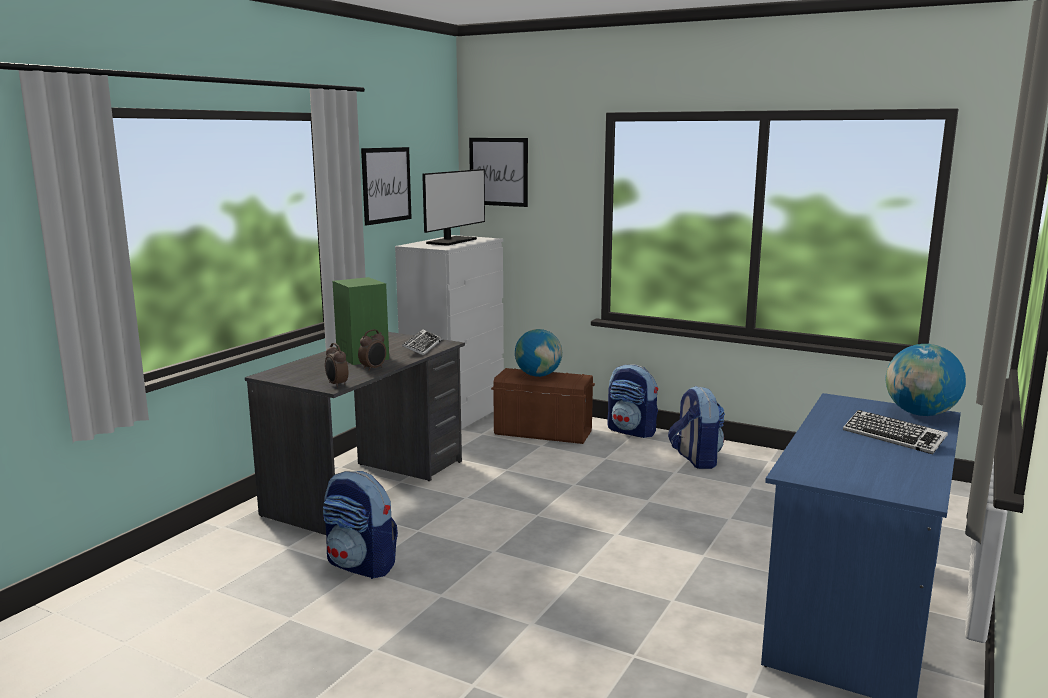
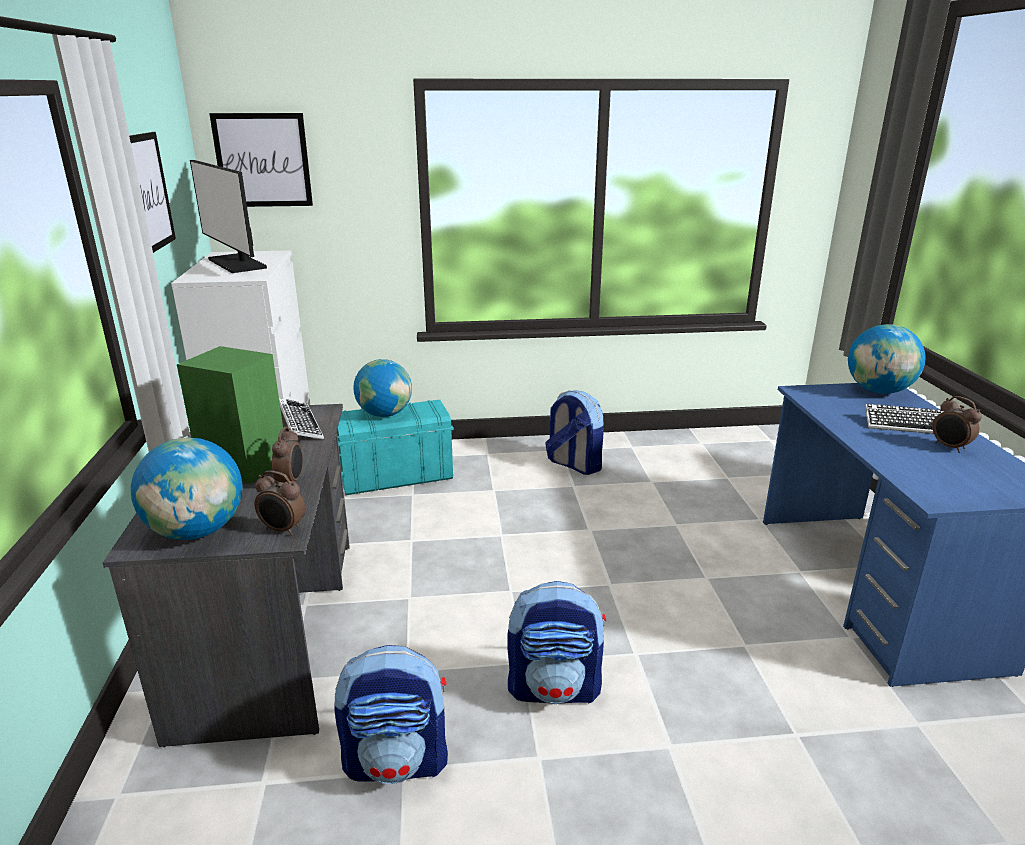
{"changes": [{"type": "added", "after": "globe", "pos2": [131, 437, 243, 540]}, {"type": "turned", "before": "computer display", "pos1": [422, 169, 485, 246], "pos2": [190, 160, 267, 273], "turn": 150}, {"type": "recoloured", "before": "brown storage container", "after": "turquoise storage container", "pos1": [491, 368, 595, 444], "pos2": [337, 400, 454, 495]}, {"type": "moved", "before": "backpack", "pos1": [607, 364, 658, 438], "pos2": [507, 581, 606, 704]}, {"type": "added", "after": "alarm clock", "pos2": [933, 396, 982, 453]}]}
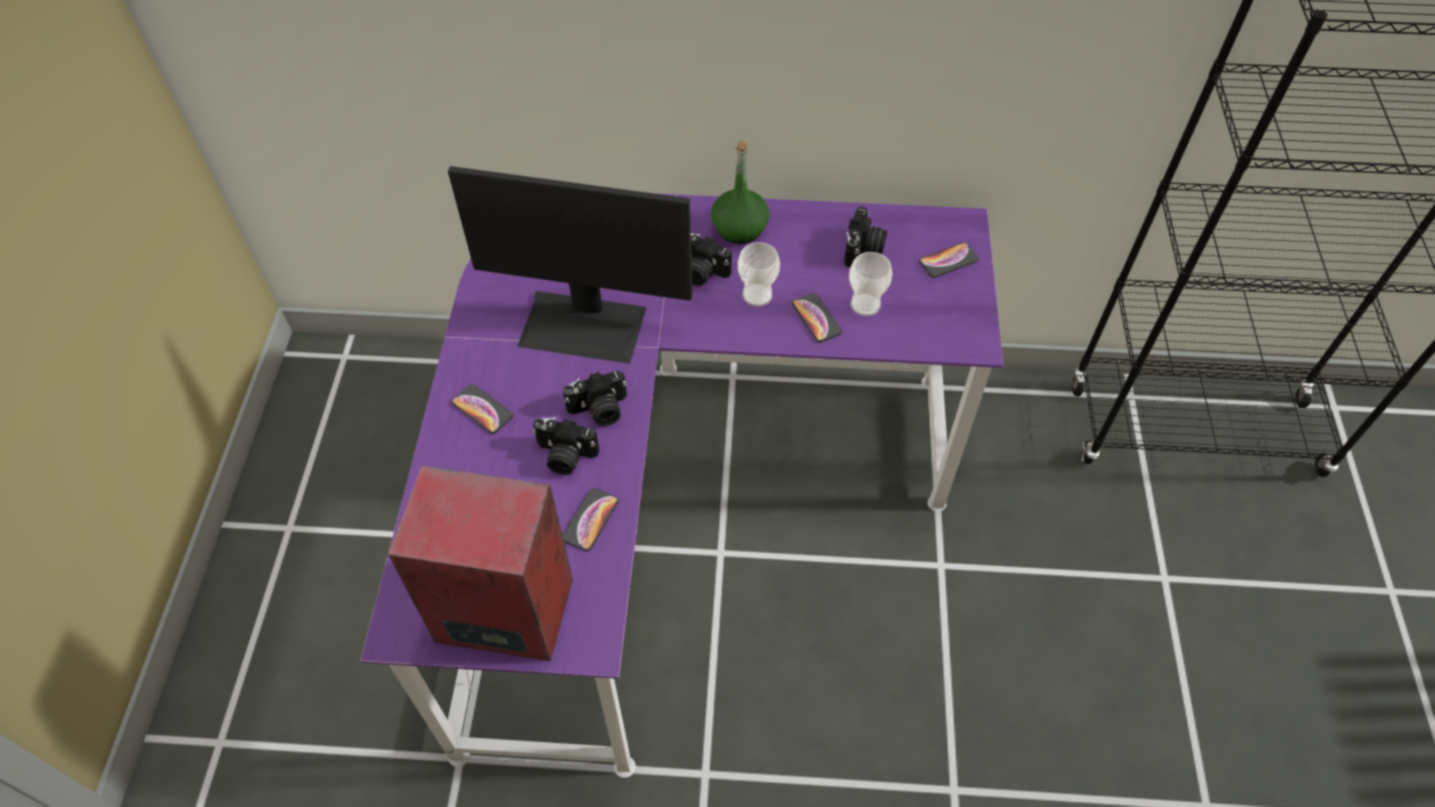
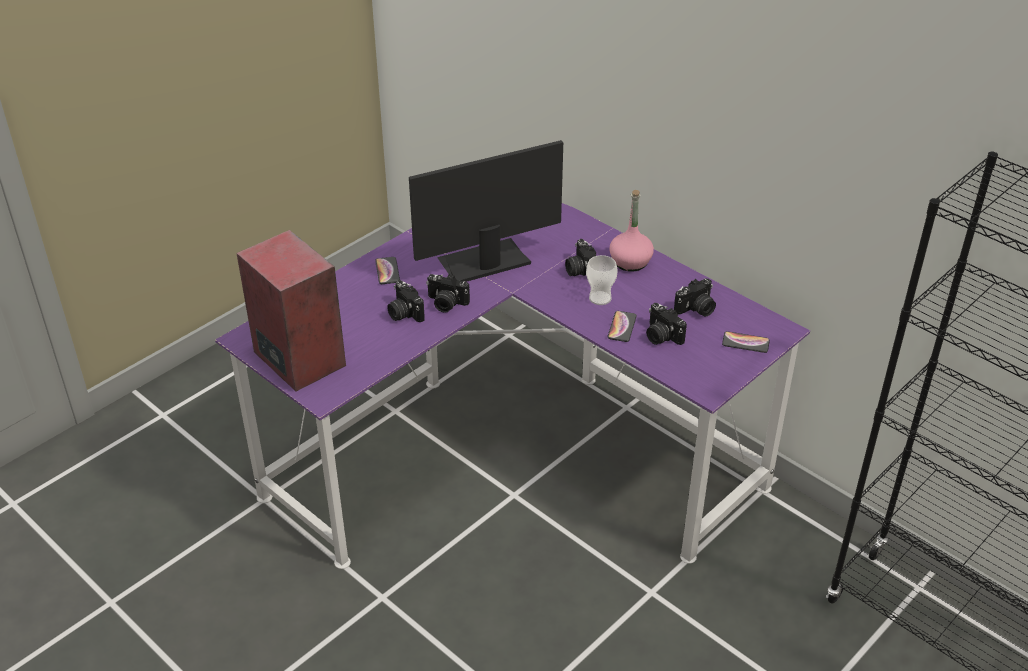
{"changes": [{"type": "turned", "before": "computer display", "pos1": [448, 166, 692, 364], "pos2": [409, 140, 563, 282], "turn": 105}, {"type": "recoloured", "before": "green-coloured drink bottle", "after": "pink drink bottle", "pos1": [711, 141, 770, 244], "pos2": [609, 190, 654, 272]}, {"type": "replaced", "before": "small cup", "after": "photo camera", "pos1": [849, 252, 892, 316], "pos2": [646, 303, 687, 345]}, {"type": "removed", "before": "phone", "pos1": [562, 488, 619, 551]}]}
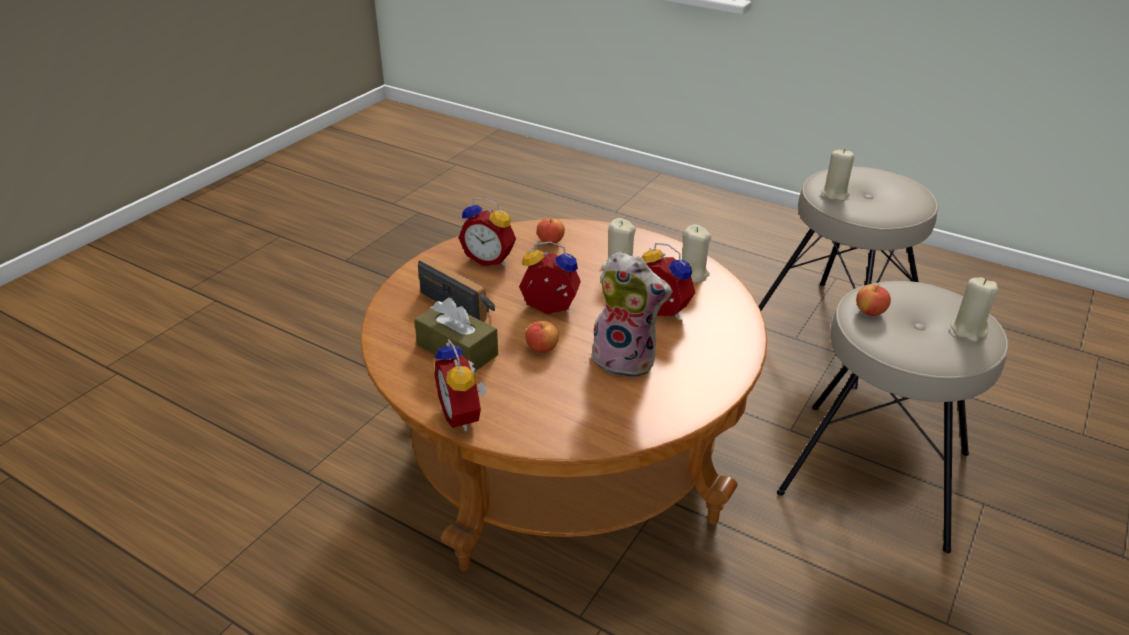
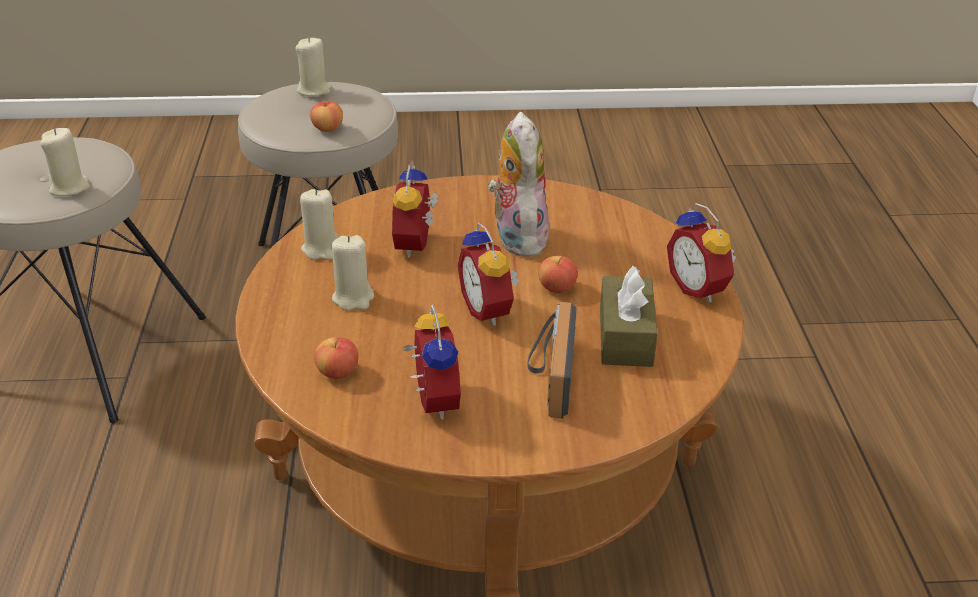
{"changes": [{"type": "turned", "before": "alarm clock", "pos1": [434, 339, 487, 431], "pos2": [667, 203, 736, 303], "turn": 120}]}
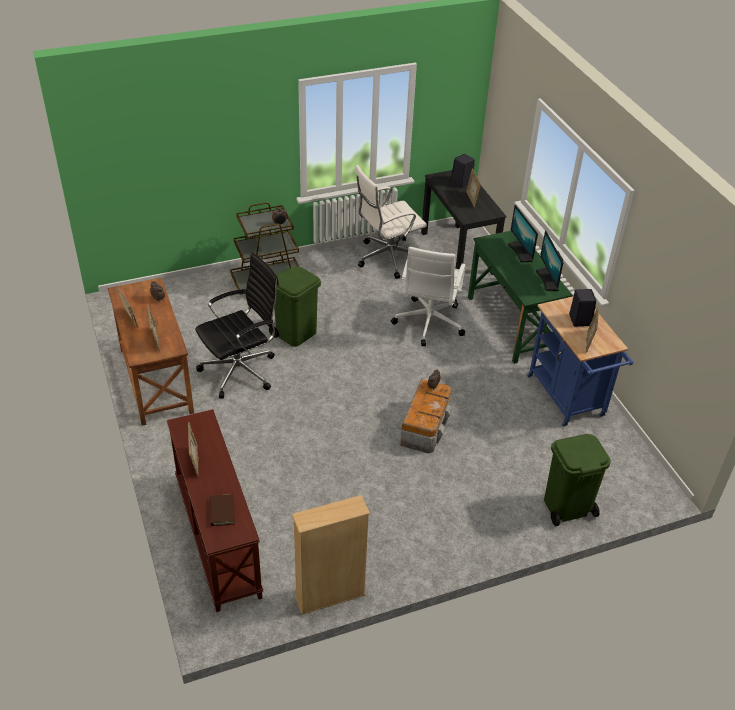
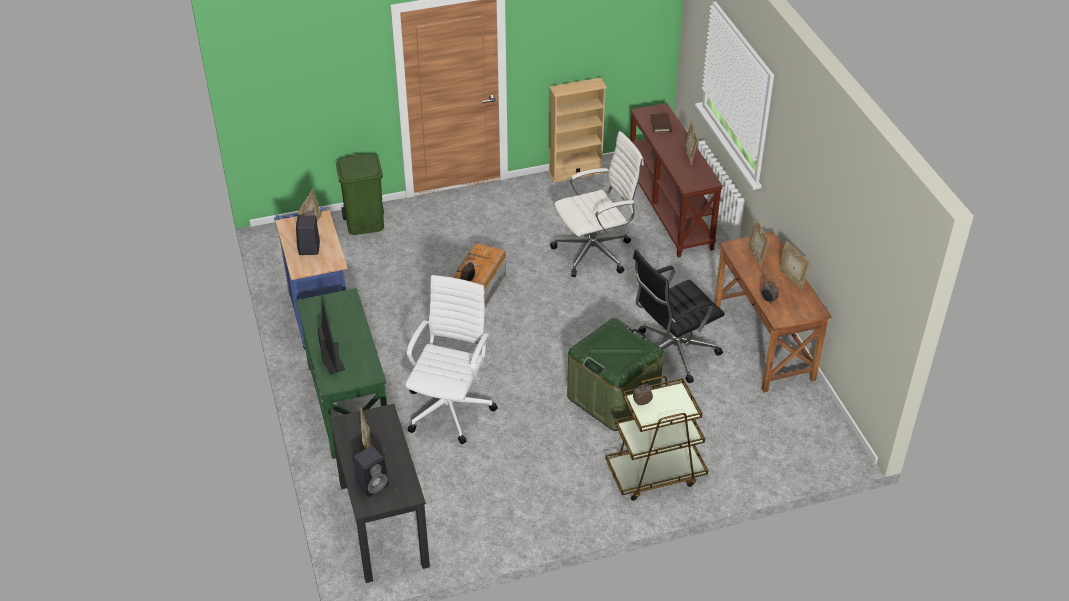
{"changes": [{"type": "moved", "before": "white-coloured desk chair", "pos1": [355, 165, 427, 279], "pos2": [550, 131, 644, 277]}, {"type": "replaced", "before": "green-coloured rubbish bin", "after": "green-coloured storage container", "pos1": [269, 266, 321, 347], "pos2": [567, 318, 664, 431]}, {"type": "removed", "before": "computer display", "pos1": [536, 231, 563, 291]}]}
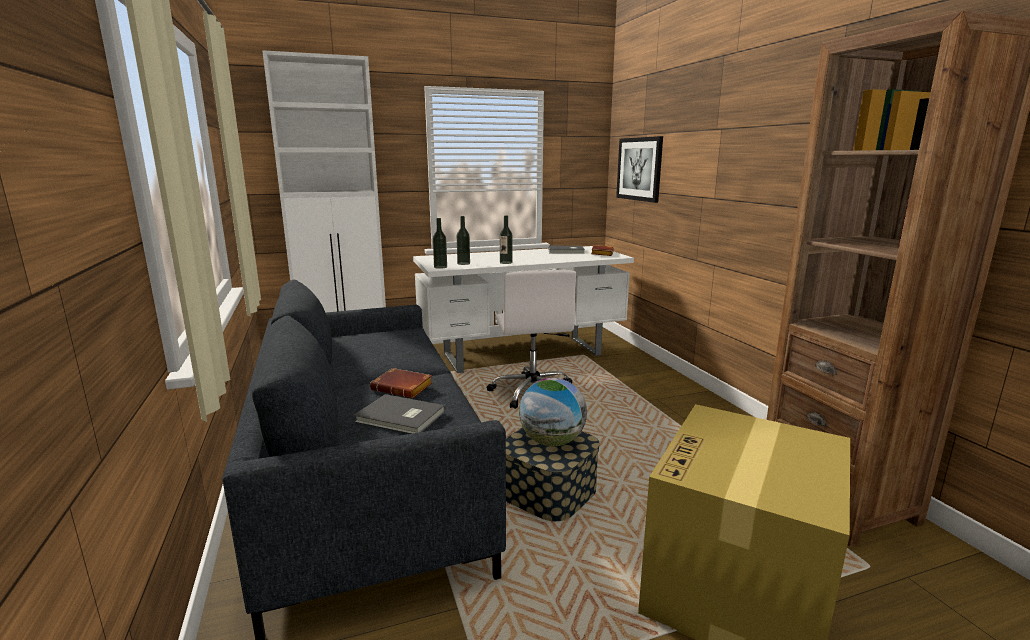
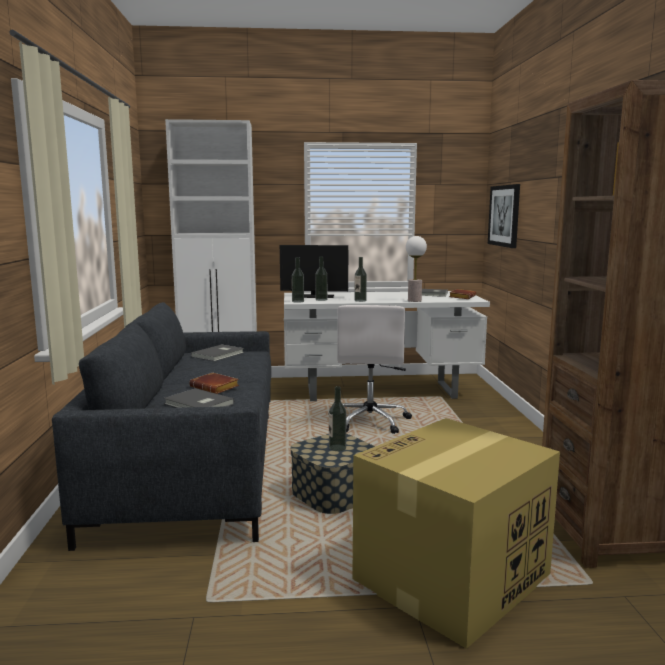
{"changes": [{"type": "added", "after": "greyish bound book", "pos2": [191, 344, 244, 361]}, {"type": "added", "after": "computer display", "pos2": [280, 245, 348, 298]}, {"type": "replaced", "before": "globe", "after": "drink bottle", "pos1": [519, 378, 587, 446], "pos2": [329, 386, 346, 451]}, {"type": "added", "after": "tabletop lamp", "pos2": [406, 236, 427, 302]}]}
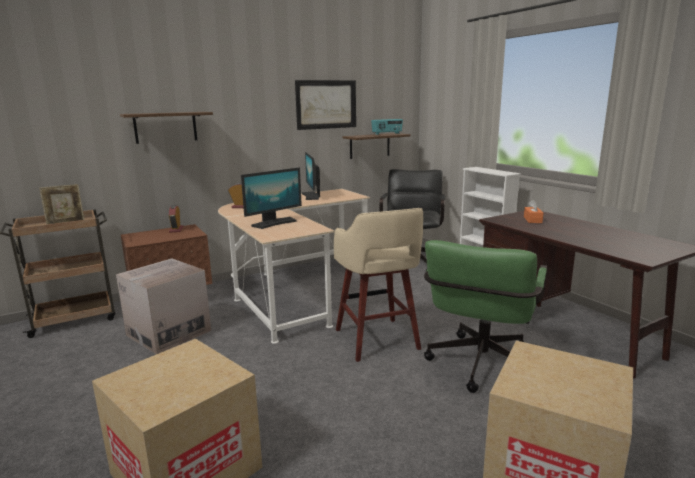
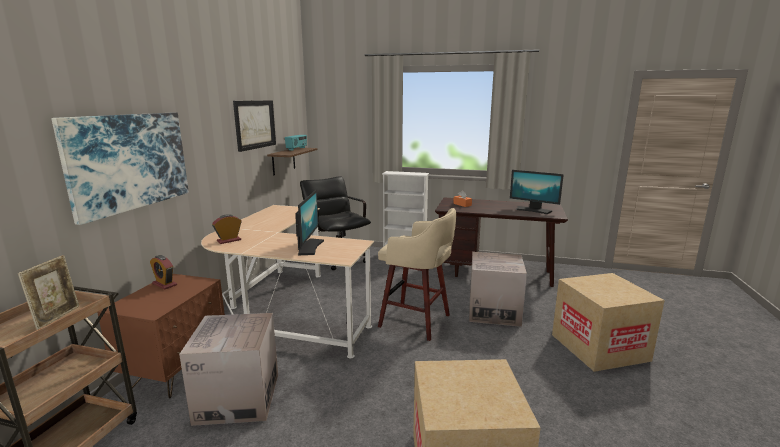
{"changes": [{"type": "replaced", "before": "shelf", "after": "picture", "pos1": [120, 112, 213, 144], "pos2": [51, 113, 189, 225]}, {"type": "replaced", "before": "green-coloured desk chair", "after": "cardboard box", "pos1": [424, 240, 547, 393], "pos2": [469, 252, 527, 327]}, {"type": "moved", "before": "computer display", "pos1": [302, 152, 320, 200], "pos2": [510, 170, 564, 214]}]}
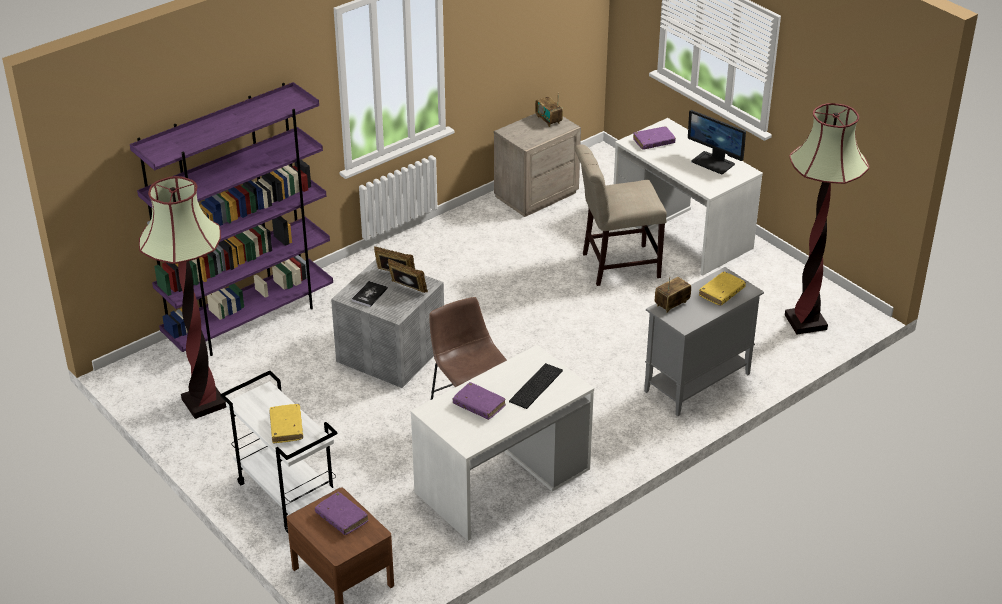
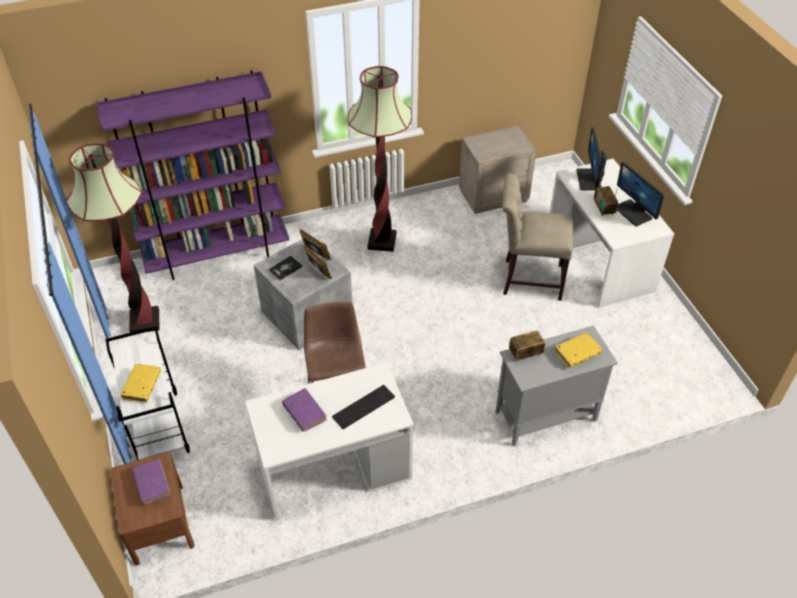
{"changes": [{"type": "moved", "before": "floor lamp", "pos1": [785, 103, 869, 335], "pos2": [348, 66, 412, 252]}, {"type": "replaced", "before": "purplish bound book", "after": "computer display", "pos1": [633, 126, 676, 150], "pos2": [576, 128, 607, 190]}, {"type": "moved", "before": "radio", "pos1": [535, 93, 563, 127], "pos2": [594, 186, 618, 216]}]}
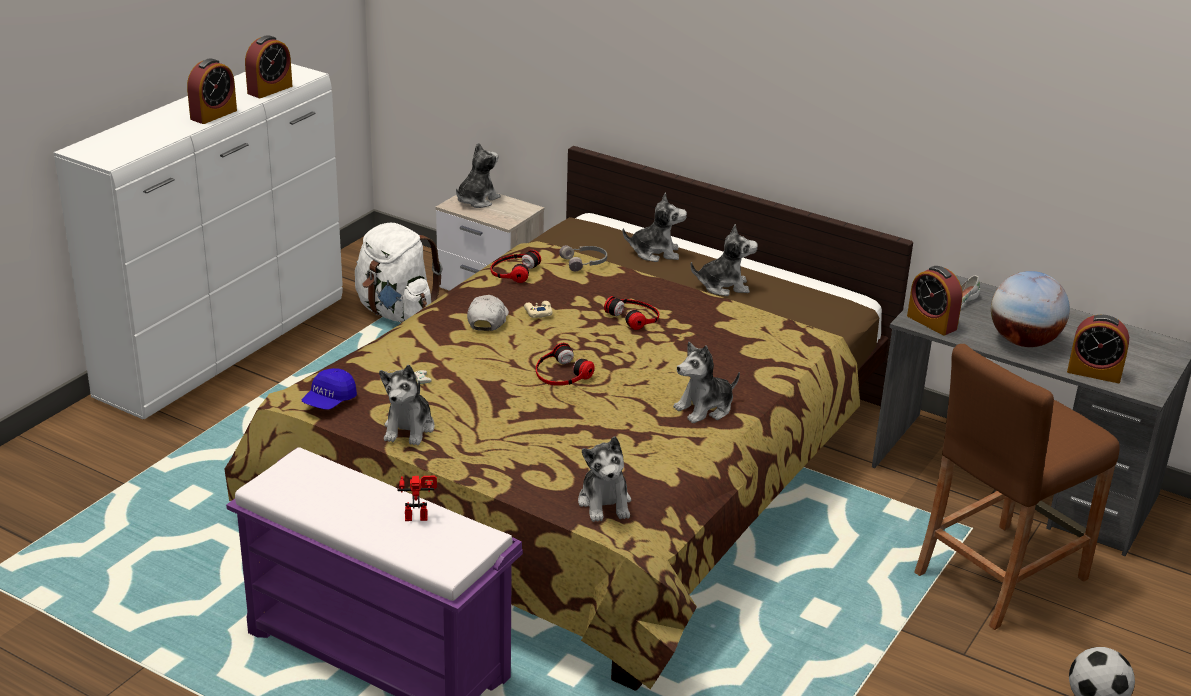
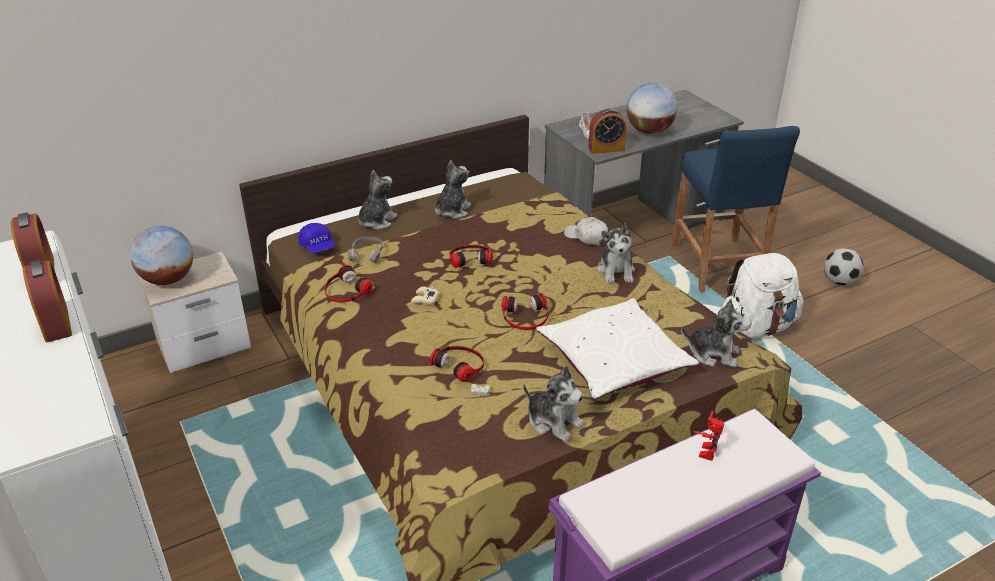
{"changes": [{"type": "replaced", "before": "plush toy", "after": "globe", "pos1": [456, 142, 501, 208], "pos2": [130, 226, 193, 285]}, {"type": "moved", "before": "blue-coloured peaked cap", "pos1": [302, 368, 357, 410], "pos2": [299, 223, 335, 253]}, {"type": "added", "after": "headset", "pos2": [430, 346, 484, 382]}, {"type": "added", "after": "white-coloured pillow", "pos2": [536, 298, 699, 400]}, {"type": "moved", "before": "white-coloured peaked cap", "pos1": [467, 295, 509, 331], "pos2": [564, 217, 608, 246]}, {"type": "recoloured", "before": "brown stool", "after": "blue-coloured stool", "pos1": [914, 344, 1120, 630], "pos2": [672, 126, 800, 293]}, {"type": "moved", "before": "white-coloured backpack", "pos1": [355, 223, 442, 322], "pos2": [722, 253, 803, 338]}, {"type": "removed", "before": "alarm clock", "pos1": [1067, 314, 1129, 383]}]}
